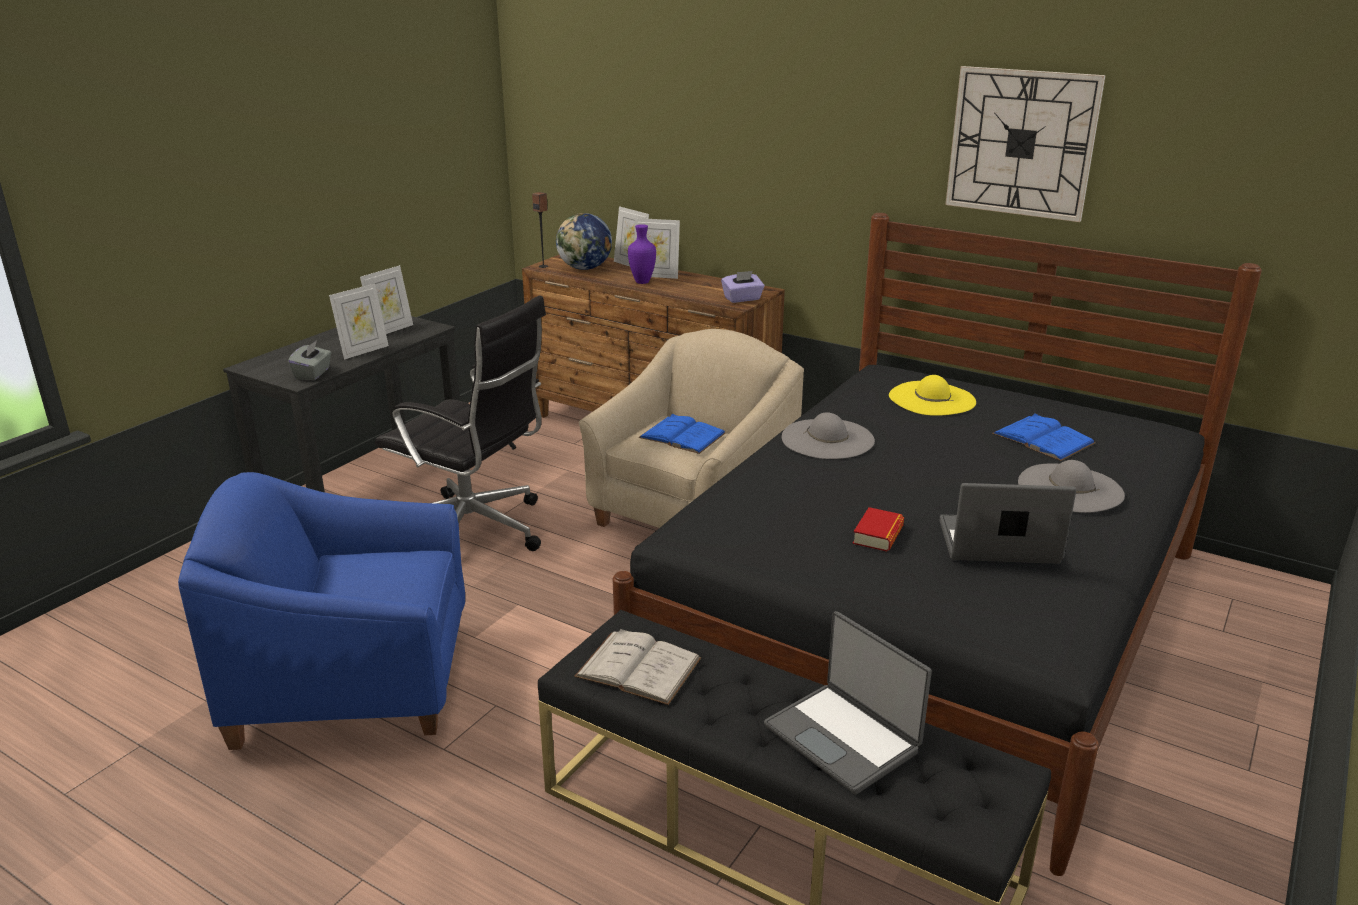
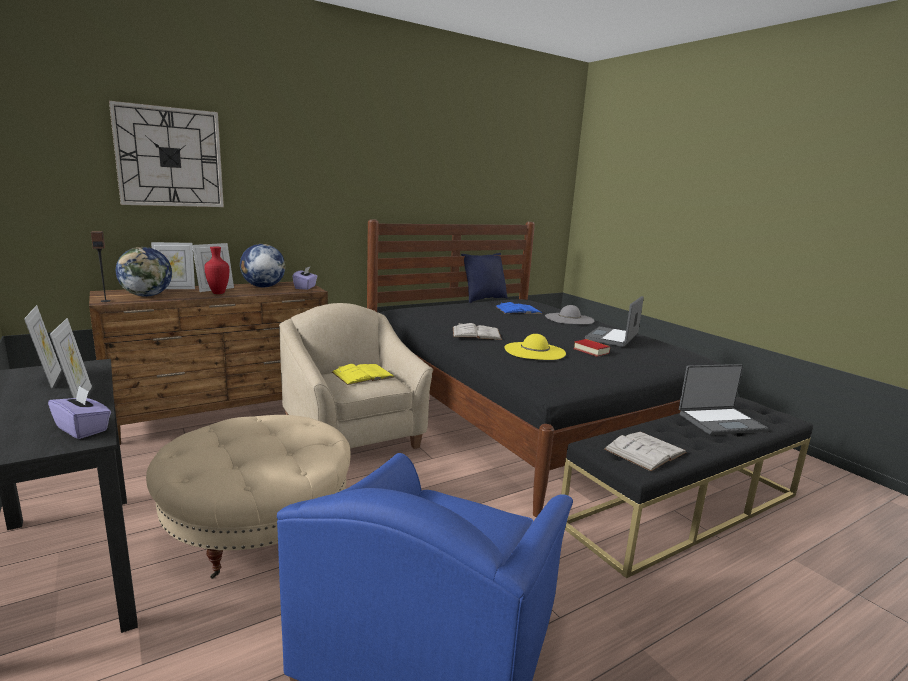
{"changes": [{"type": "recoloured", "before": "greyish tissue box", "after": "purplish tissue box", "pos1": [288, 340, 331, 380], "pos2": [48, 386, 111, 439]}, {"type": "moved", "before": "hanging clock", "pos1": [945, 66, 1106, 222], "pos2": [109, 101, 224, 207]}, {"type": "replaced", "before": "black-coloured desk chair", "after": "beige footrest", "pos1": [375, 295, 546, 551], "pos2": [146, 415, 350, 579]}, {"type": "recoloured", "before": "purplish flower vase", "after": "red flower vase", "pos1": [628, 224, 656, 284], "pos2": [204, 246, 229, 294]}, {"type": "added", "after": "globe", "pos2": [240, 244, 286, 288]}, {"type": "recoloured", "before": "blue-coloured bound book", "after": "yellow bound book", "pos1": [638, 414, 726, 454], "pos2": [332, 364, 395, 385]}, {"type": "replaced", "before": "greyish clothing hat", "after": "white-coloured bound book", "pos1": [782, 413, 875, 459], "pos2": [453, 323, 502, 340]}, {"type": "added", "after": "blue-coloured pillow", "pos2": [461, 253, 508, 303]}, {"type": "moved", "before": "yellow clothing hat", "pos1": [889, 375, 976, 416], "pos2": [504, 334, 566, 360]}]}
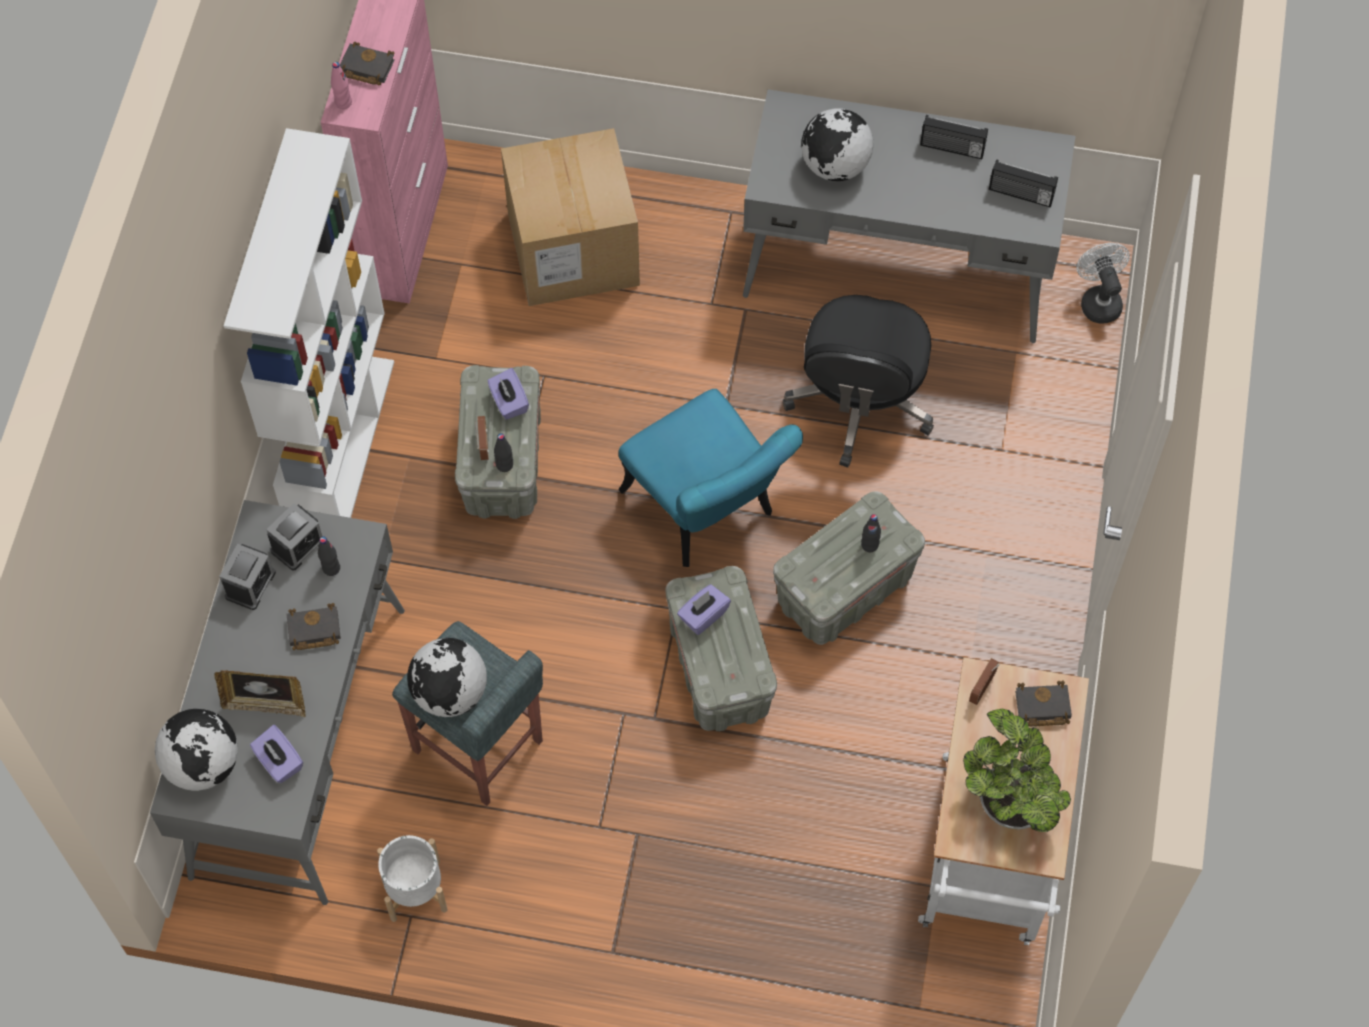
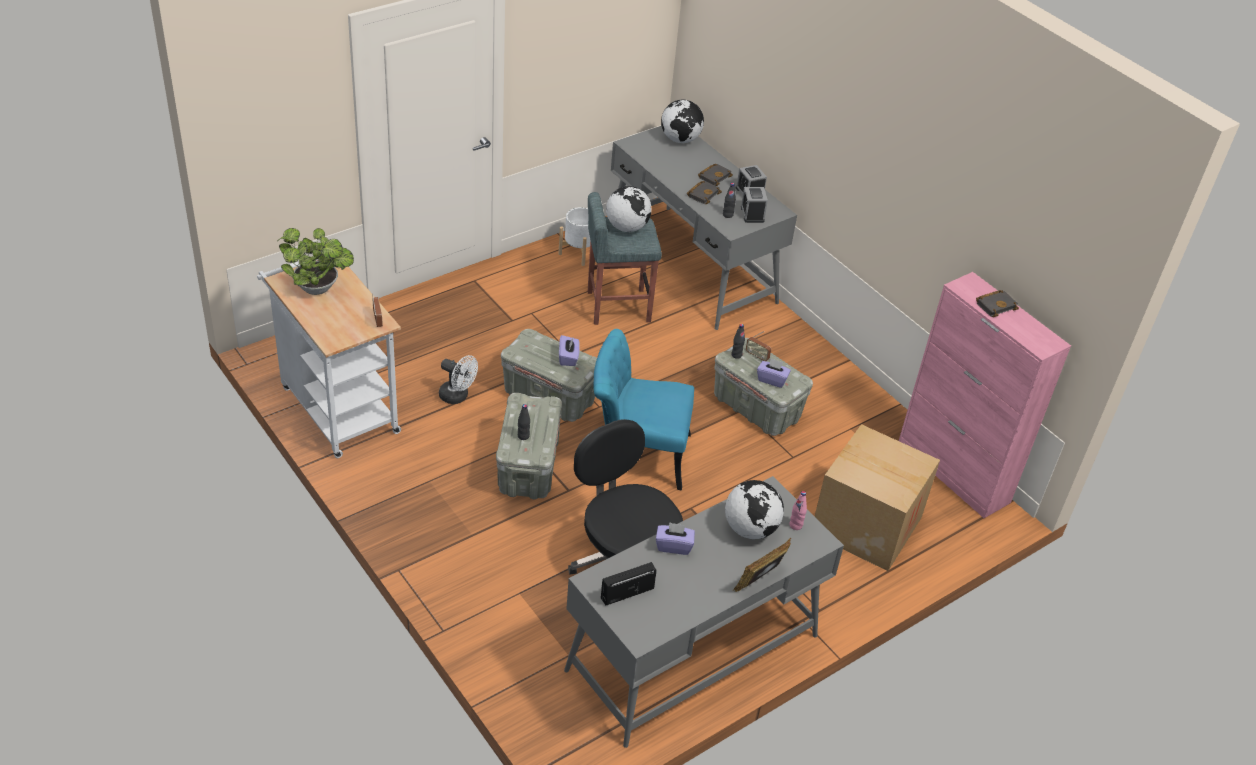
{"changes": [{"type": "moved", "before": "white-coloured fan", "pos1": [1076, 243, 1130, 324], "pos2": [439, 355, 478, 404]}, {"type": "moved", "before": "purplish tissue box", "pos1": [250, 725, 303, 783], "pos2": [656, 522, 695, 555]}, {"type": "moved", "before": "black-coloured bound book", "pos1": [1015, 681, 1072, 727], "pos2": [698, 164, 733, 186]}, {"type": "moved", "before": "photo frame", "pos1": [214, 670, 306, 717], "pos2": [734, 538, 791, 592]}, {"type": "moved", "before": "pink drink bottle", "pos1": [331, 62, 352, 109], "pos2": [789, 491, 807, 530]}, {"type": "removed", "before": "white-coloured bookshelf", "pos1": [224, 128, 394, 518]}, {"type": "removed", "before": "radio", "pos1": [920, 115, 988, 159]}]}
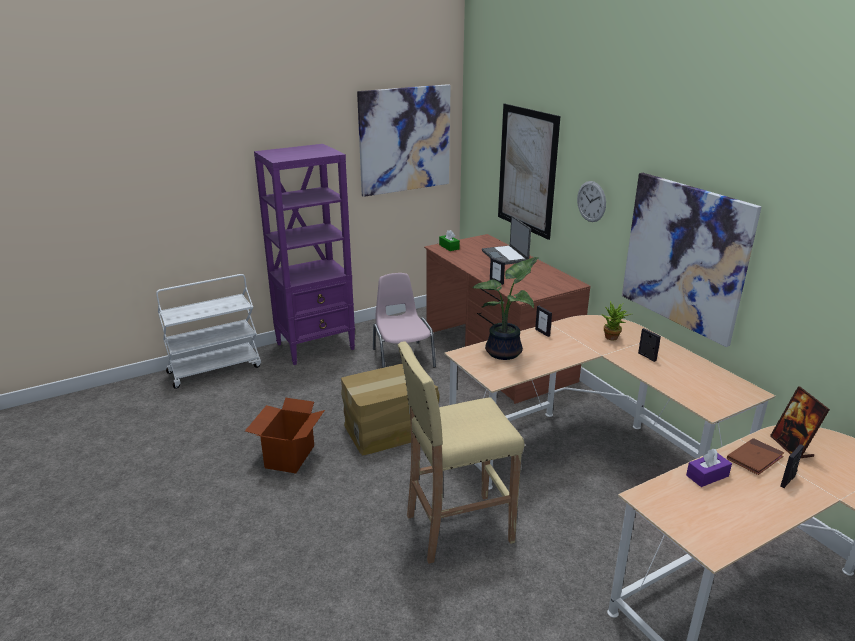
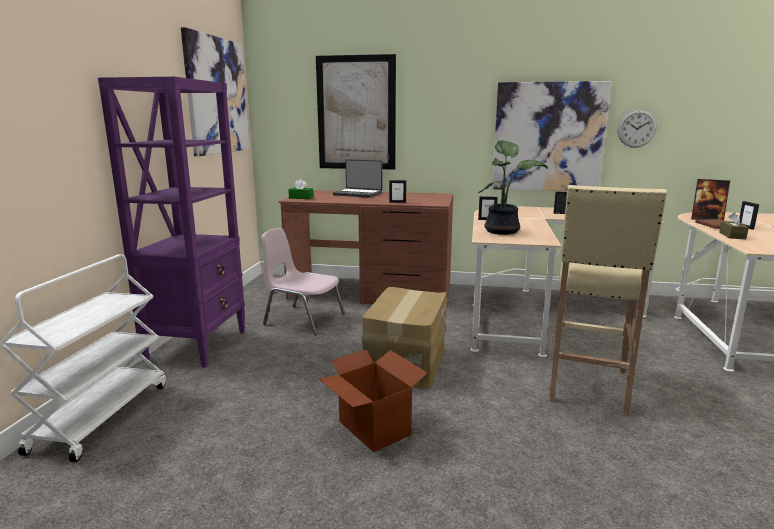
{"changes": [{"type": "moved", "before": "hanging clock", "pos1": [577, 181, 606, 222], "pos2": [618, 110, 657, 148]}, {"type": "recoloured", "before": "purplish tissue box", "after": "brown tissue box", "pos1": [686, 448, 732, 487], "pos2": [719, 212, 749, 239]}, {"type": "removed", "before": "plant in a pot", "pos1": [601, 301, 631, 341]}]}
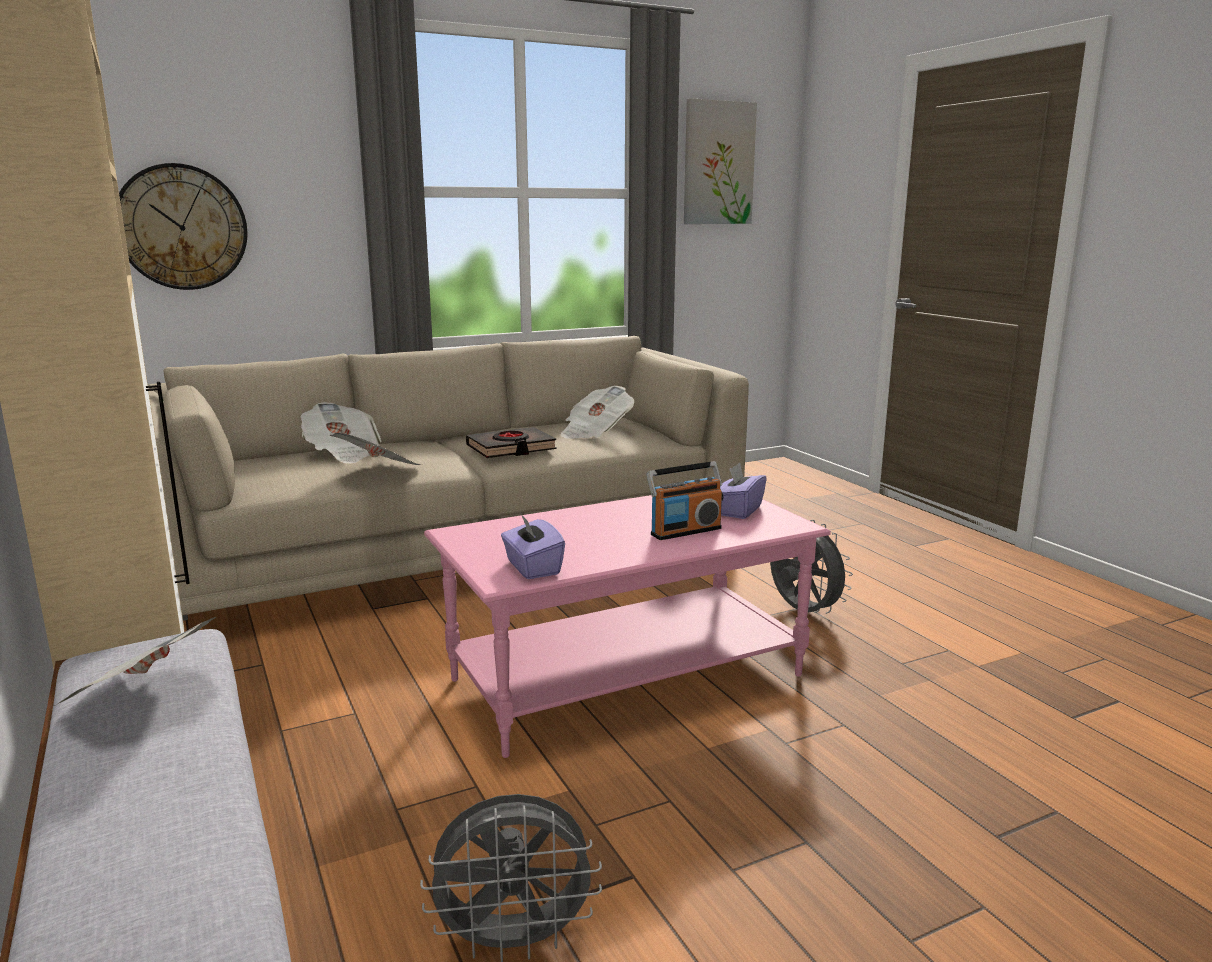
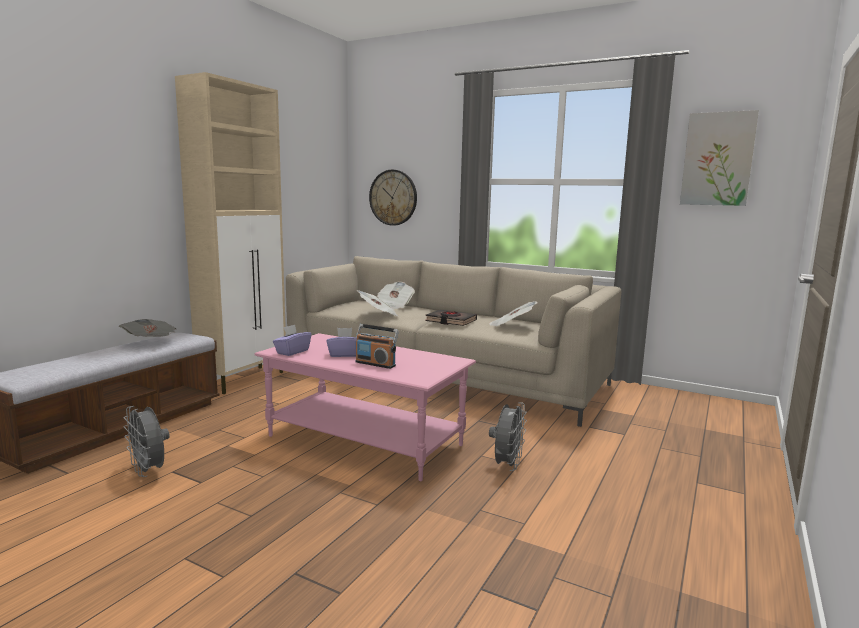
{"changes": [{"type": "moved", "before": "purplish tissue box", "pos1": [720, 463, 767, 519], "pos2": [326, 328, 357, 357]}]}
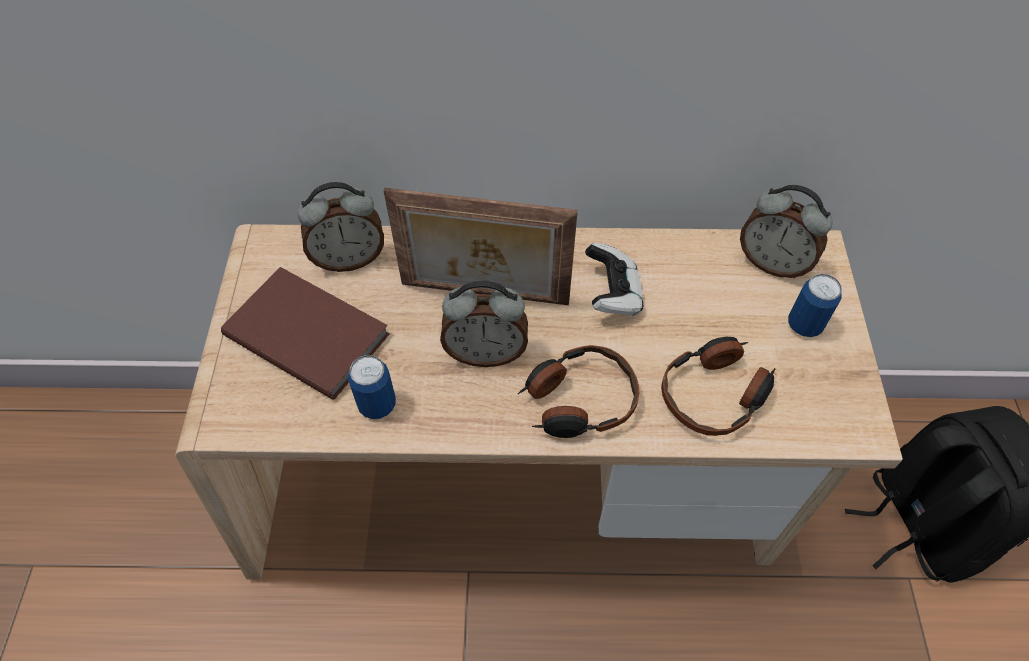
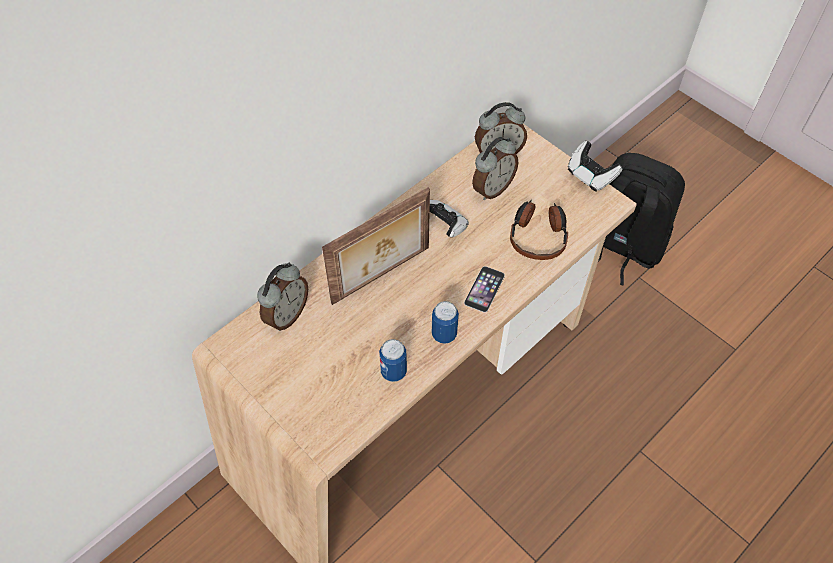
{"changes": [{"type": "moved", "before": "sealed can", "pos1": [788, 274, 842, 337], "pos2": [432, 301, 459, 344]}, {"type": "replaced", "before": "headset", "after": "phone", "pos1": [518, 345, 639, 438], "pos2": [464, 266, 505, 312]}, {"type": "moved", "before": "alarm clock", "pos1": [440, 280, 528, 367], "pos2": [472, 137, 519, 201]}, {"type": "added", "after": "joypad", "pos2": [568, 141, 622, 191]}, {"type": "removed", "before": "brown bound book", "pos1": [221, 267, 389, 400]}]}
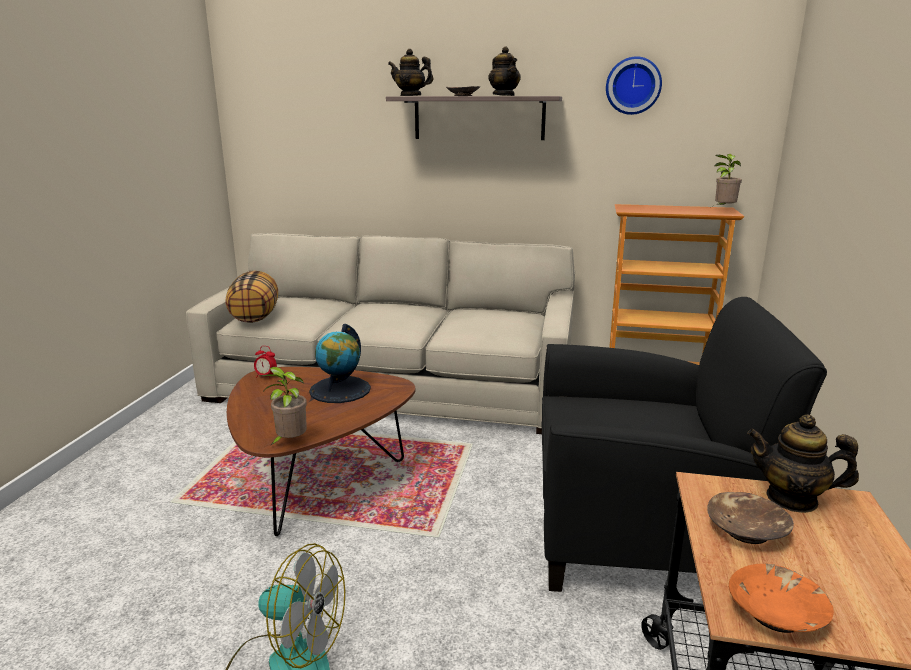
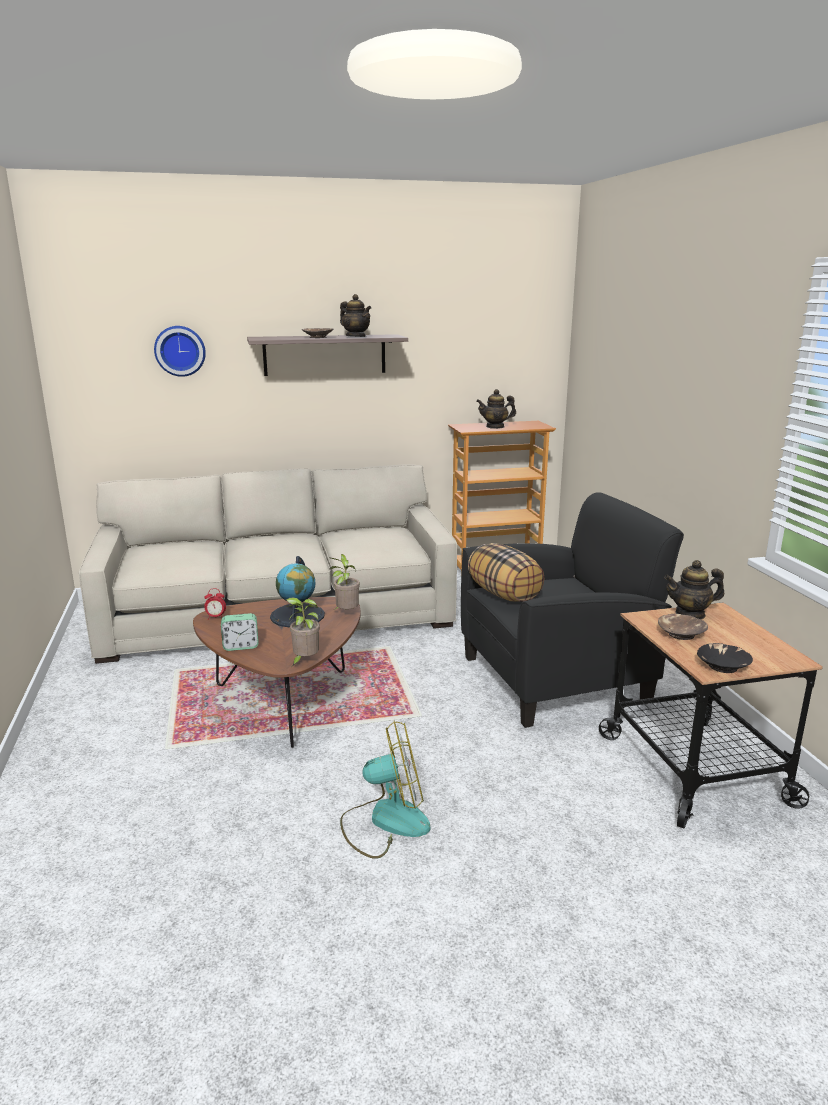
{"changes": [{"type": "moved", "before": "hanging clock", "pos1": [606, 56, 662, 115], "pos2": [154, 326, 206, 377]}, {"type": "added", "after": "alarm clock", "pos2": [221, 613, 258, 651]}, {"type": "moved", "before": "plant in a pot", "pos1": [713, 154, 742, 206], "pos2": [329, 554, 360, 610]}, {"type": "moved", "before": "pillow", "pos1": [225, 271, 278, 323], "pos2": [468, 543, 544, 602]}, {"type": "moved", "before": "tea pot", "pos1": [388, 49, 433, 96], "pos2": [476, 389, 516, 429]}, {"type": "recoloured", "before": "orange serving bowl", "after": "black-coloured serving bowl", "pos1": [729, 564, 834, 633], "pos2": [697, 643, 753, 673]}]}
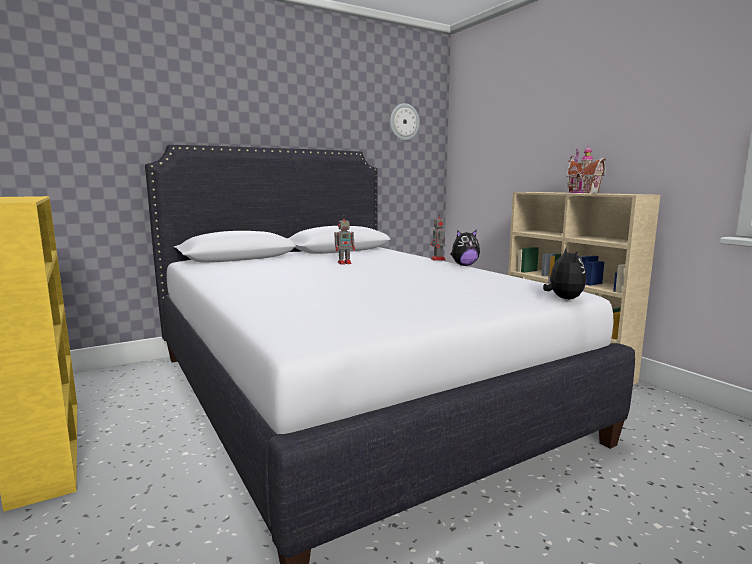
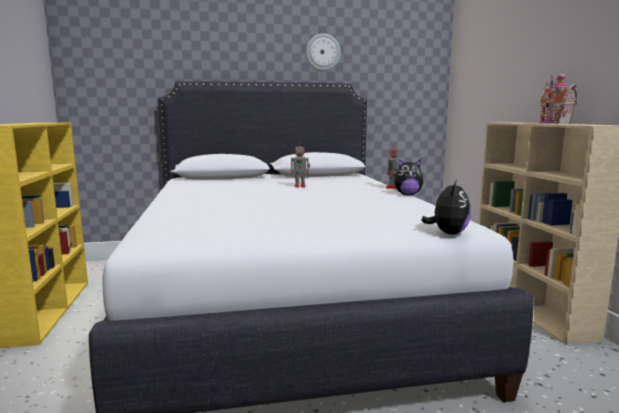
{"changes": [{"type": "moved", "before": "hanging clock", "pos1": [390, 103, 420, 141], "pos2": [306, 33, 341, 71]}]}
